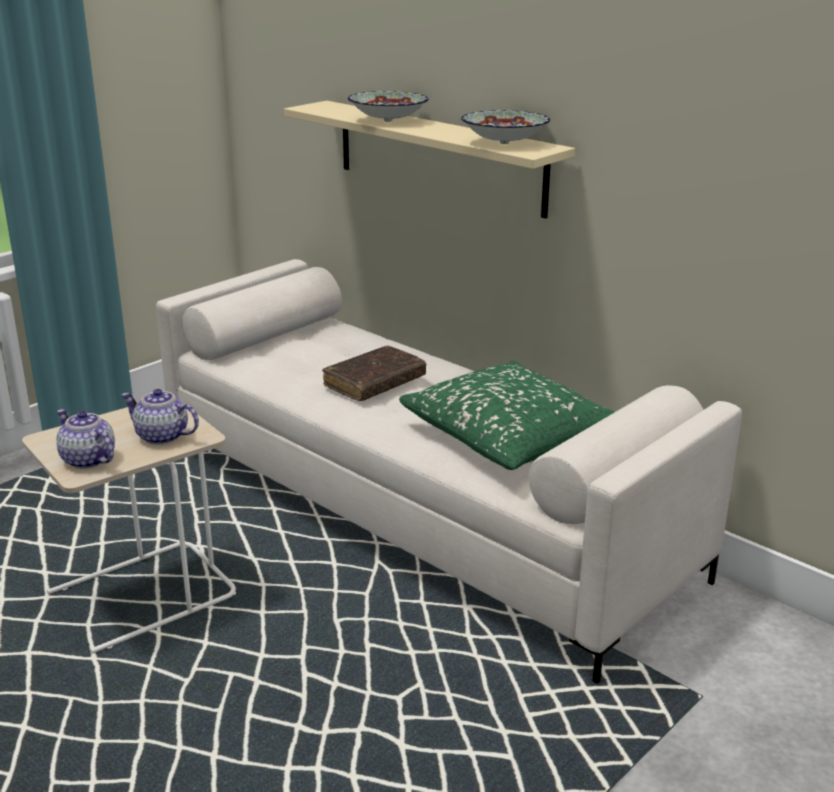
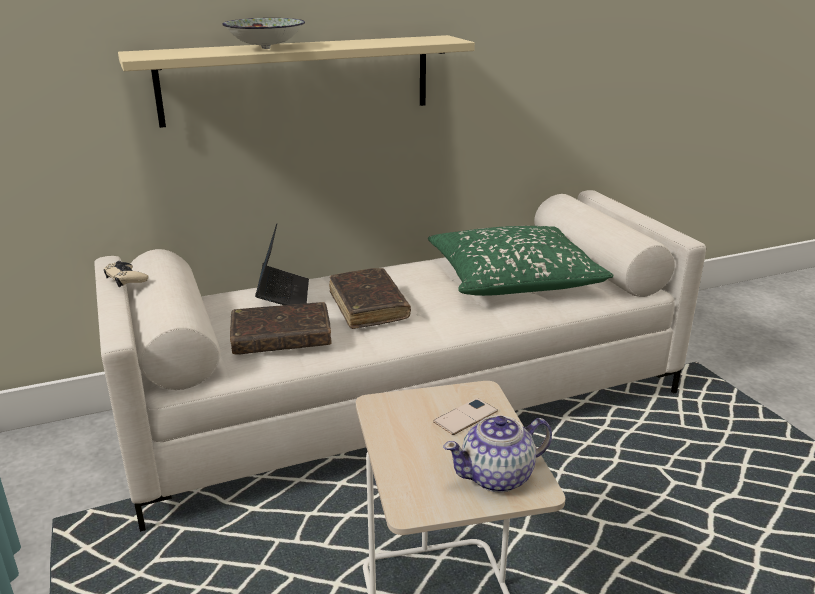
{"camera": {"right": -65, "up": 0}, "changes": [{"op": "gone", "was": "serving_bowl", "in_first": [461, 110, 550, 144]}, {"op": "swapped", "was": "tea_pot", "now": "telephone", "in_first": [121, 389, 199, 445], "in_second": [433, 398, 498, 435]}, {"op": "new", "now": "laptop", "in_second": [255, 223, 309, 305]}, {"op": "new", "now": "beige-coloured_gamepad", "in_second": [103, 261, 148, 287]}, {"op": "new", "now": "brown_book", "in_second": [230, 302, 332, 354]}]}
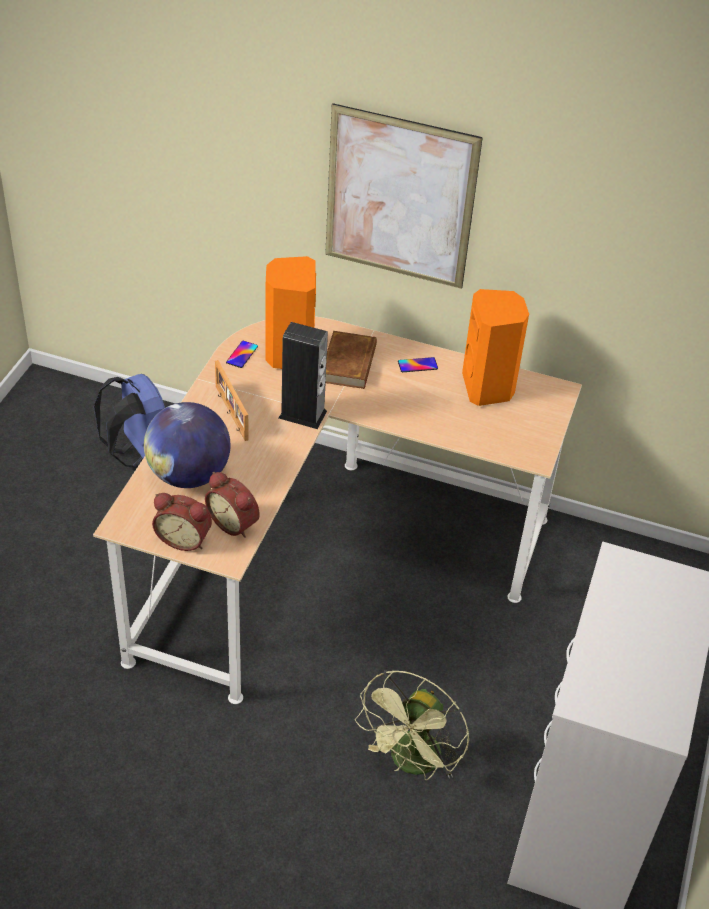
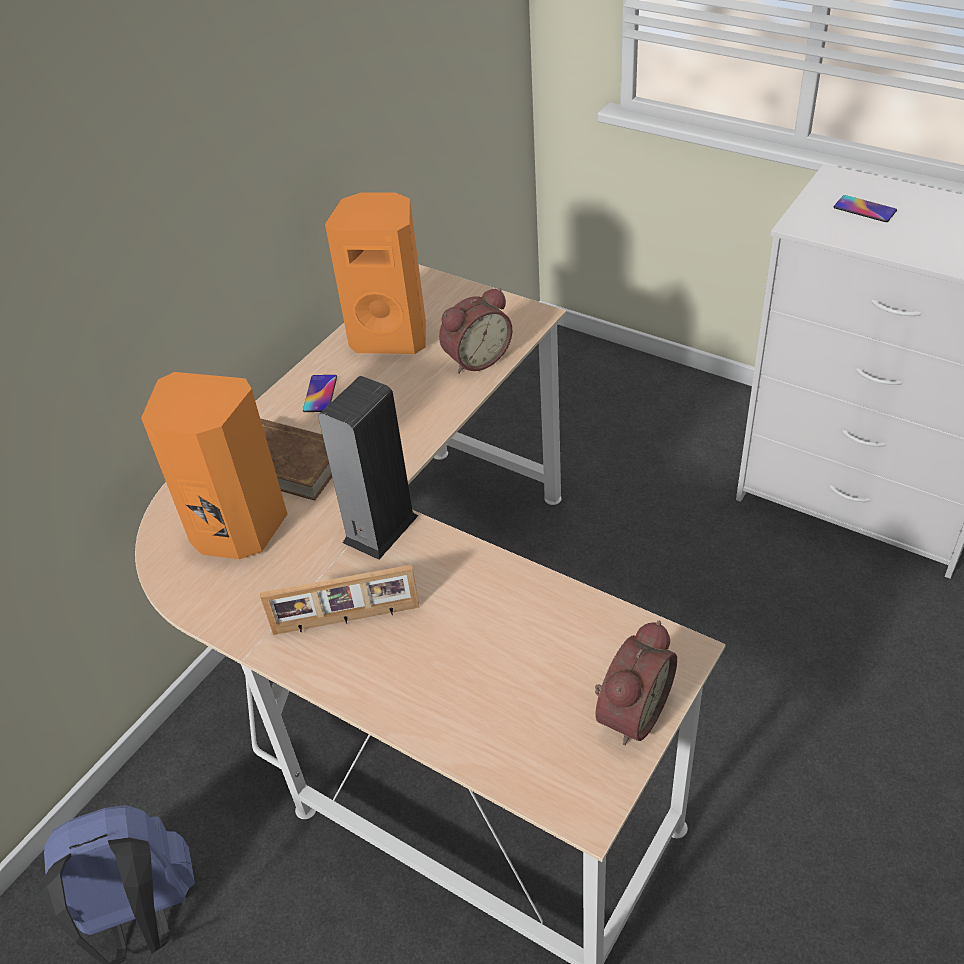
{"camera": {"right": -70, "up": 0}, "changes": [{"op": "gone", "was": "wall_art", "in_first": [325, 103, 483, 289]}, {"op": "shifted", "was": "telephone", "in_first": [226, 341, 258, 368], "in_second": [834, 195, 897, 222]}, {"op": "gone", "was": "globe", "in_first": [144, 402, 231, 488]}, {"op": "shifted", "was": "alarm_clock", "in_first": [205, 472, 260, 538], "in_second": [439, 288, 512, 374]}, {"op": "gone", "was": "green_electric_fan", "in_first": [355, 670, 470, 780]}]}
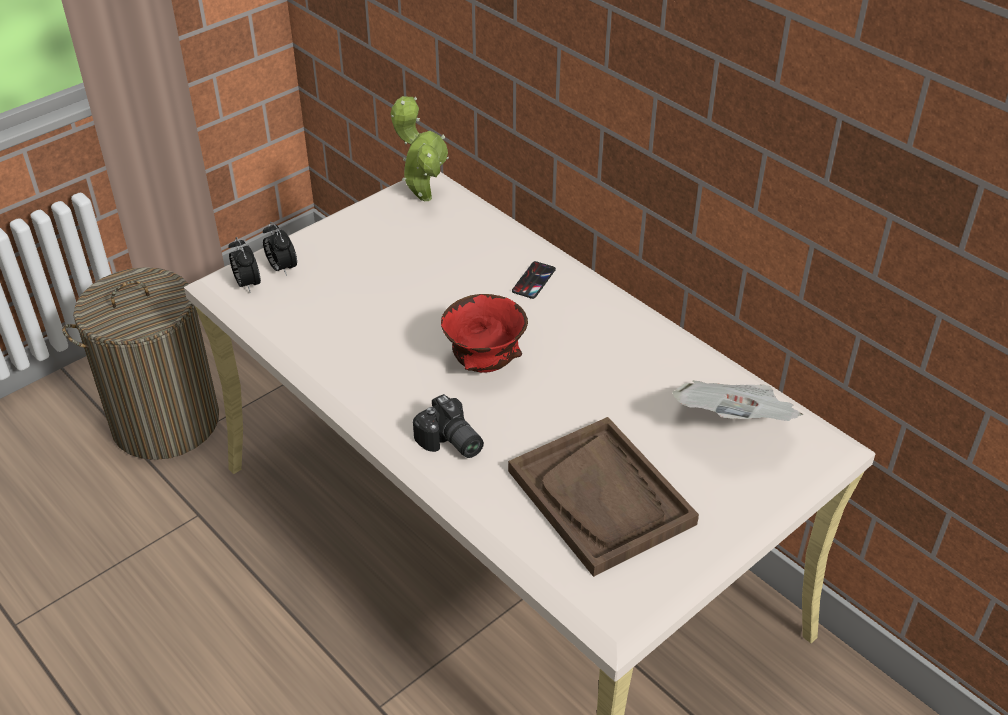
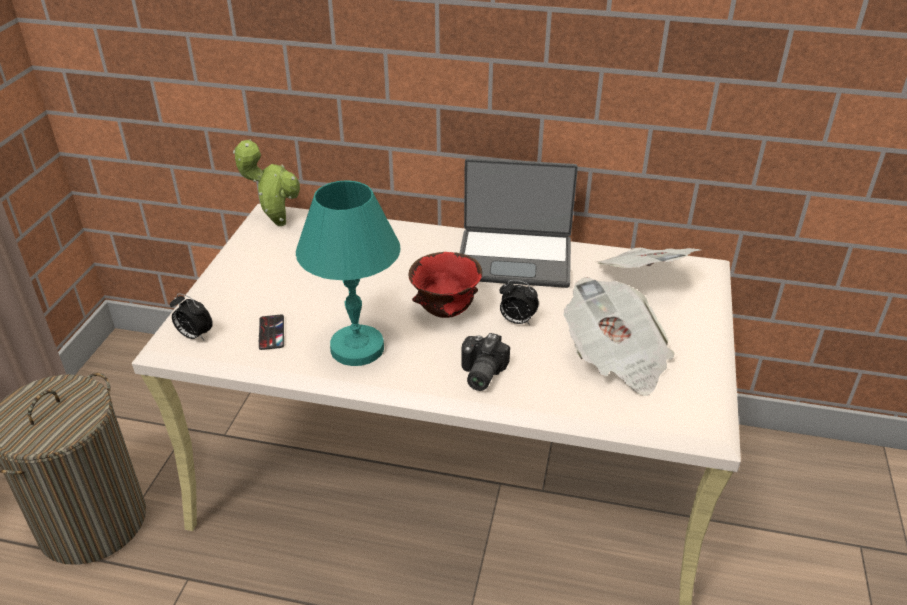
{"camera": {"right": -35, "up": -5}, "changes": [{"op": "shifted", "was": "alarm_clock", "in_first": [263, 222, 297, 276], "in_second": [500, 280, 539, 325]}, {"op": "shifted", "was": "telephone", "in_first": [512, 261, 556, 299], "in_second": [259, 315, 284, 350]}, {"op": "rotated", "was": "photo_camera", "in_first": [413, 394, 484, 458], "in_second": [461, 333, 510, 391], "clockwise": 90}, {"op": "swapped", "was": "brown_serving_tray", "now": "newspaper", "in_first": [508, 417, 699, 577], "in_second": [564, 277, 675, 396]}, {"op": "new", "now": "laptop", "in_second": [460, 158, 578, 288]}, {"op": "new", "now": "blue-green_table_lamp", "in_second": [296, 181, 400, 366]}]}
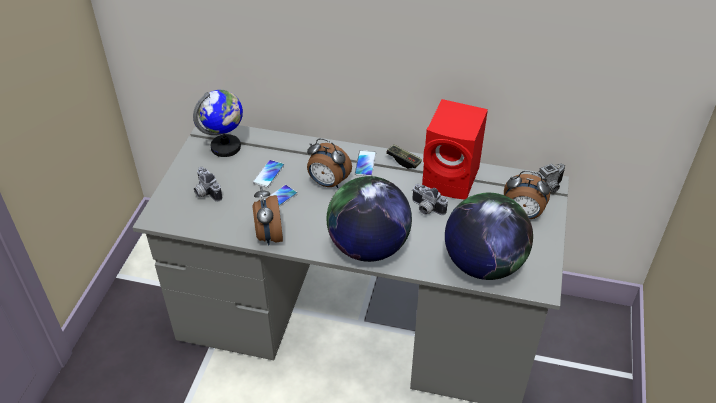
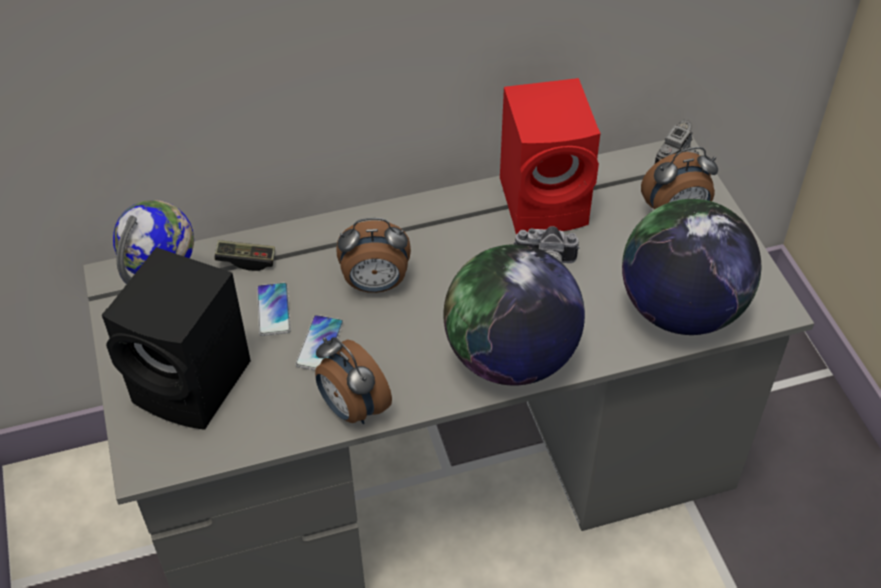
{"camera": {"right": -30, "up": 5}, "changes": [{"op": "shifted", "was": "gamepad", "in_first": [386, 144, 422, 168], "in_second": [214, 240, 275, 271]}, {"op": "gone", "was": "telephone", "in_first": [355, 150, 376, 176]}, {"op": "swapped", "was": "photo_camera", "now": "black-coloured_loudspeaker", "in_first": [194, 167, 222, 202], "in_second": [102, 247, 251, 430]}]}
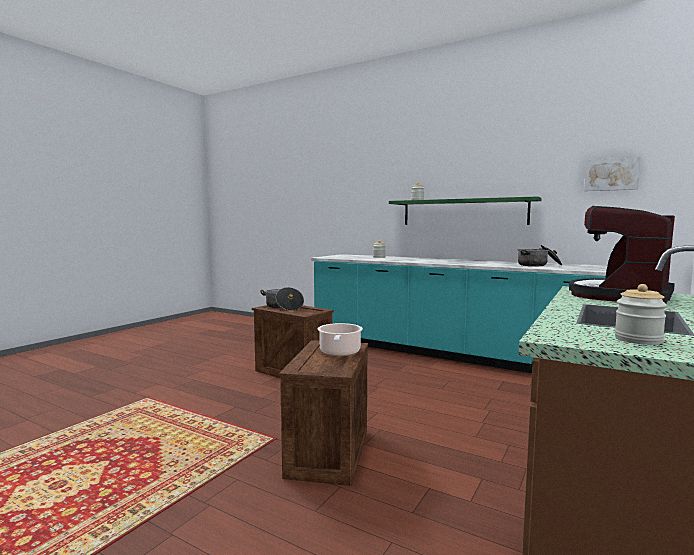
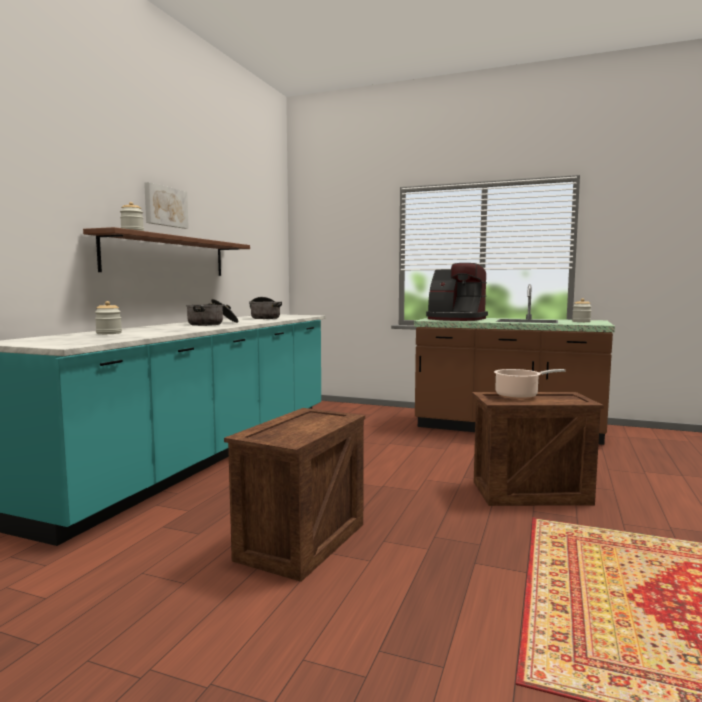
{"camera": {"right": -100, "up": 0}, "changes": [{"op": "shifted", "was": "wall_art", "in_first": [584, 157, 641, 191], "in_second": [144, 182, 189, 229]}, {"op": "repainted", "was": "green_wall_shelf", "now": "brown_wall_shelf", "in_first": [389, 196, 542, 225], "in_second": [83, 227, 250, 276]}, {"op": "shifted", "was": "stockpot", "in_first": [260, 287, 304, 311], "in_second": [186, 299, 238, 326]}]}
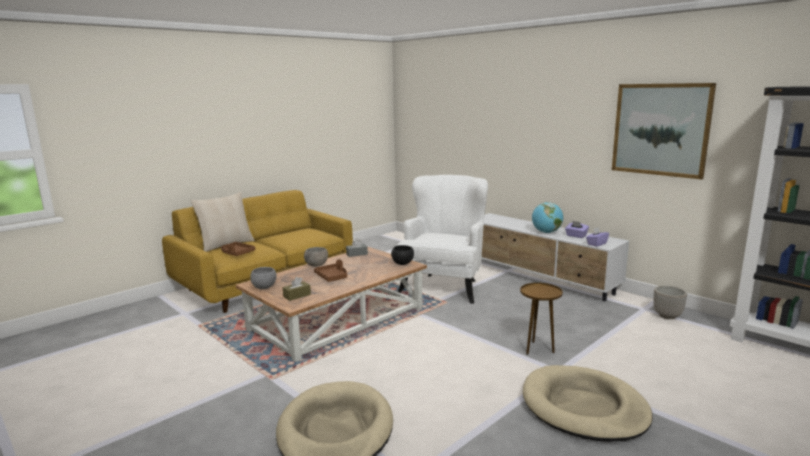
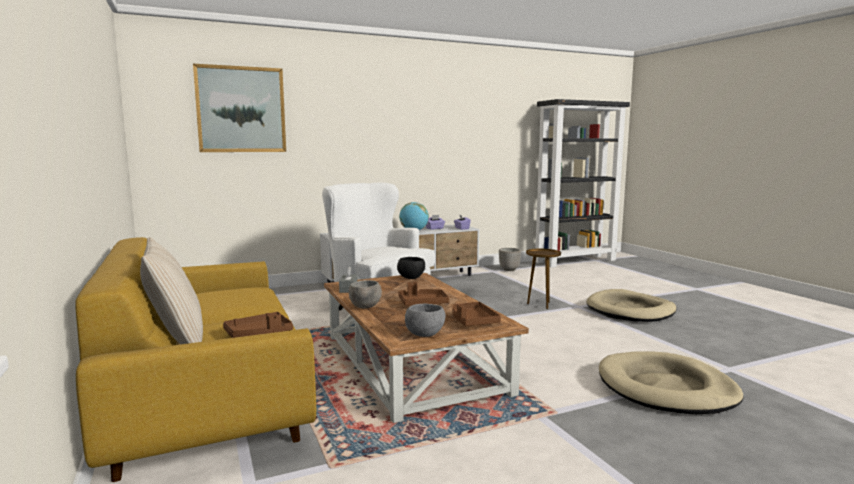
{"camera": {"right": -70, "up": -5}, "changes": [{"op": "shifted", "was": "wall_art", "in_first": [612, 83, 716, 179], "in_second": [193, 64, 286, 152]}, {"op": "swapped", "was": "brown_tissue_holder", "now": "brown_serving_tray", "in_first": [283, 277, 311, 301], "in_second": [452, 302, 501, 326]}]}
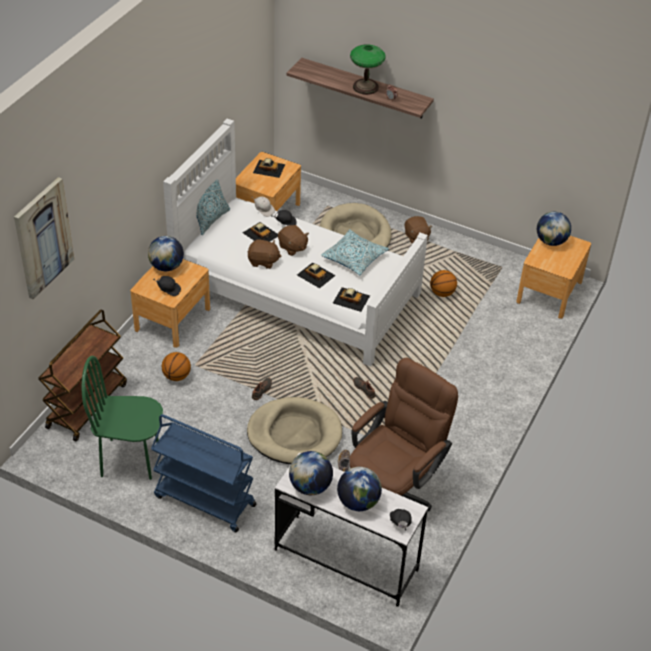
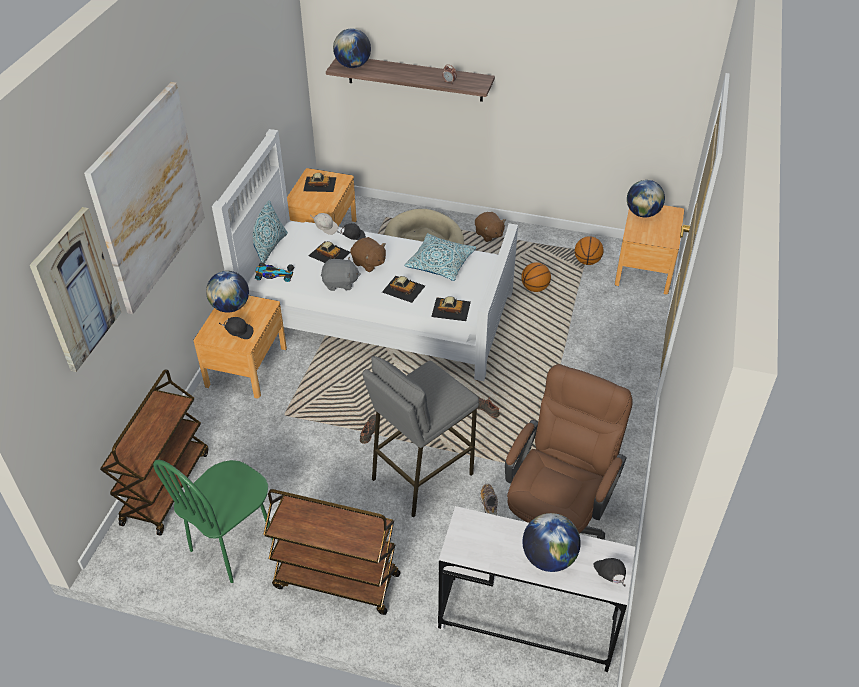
{"camera": {"right": -10, "up": 0}, "changes": [{"op": "gone", "was": "table_lamp", "in_first": [350, 44, 386, 95]}, {"op": "repainted", "was": "brown_cuddly_toy", "now": "grey_cuddly_toy", "in_first": [248, 239, 281, 269], "in_second": [321, 257, 361, 291]}, {"op": "shifted", "was": "basketball", "in_first": [162, 352, 191, 381], "in_second": [575, 236, 603, 265]}, {"op": "rotated", "was": "green_plain_chair", "in_first": [82, 356, 163, 480], "in_second": [153, 459, 273, 583], "clockwise": -45}, {"op": "swapped", "was": "beige-coloured_pet_bed", "now": "grey_stool", "in_first": [247, 397, 342, 464], "in_second": [362, 356, 479, 517]}, {"op": "repainted", "was": "blue-coloured_trolley", "now": "brown_trolley", "in_first": [151, 414, 256, 532], "in_second": [263, 489, 401, 615]}, {"op": "shifted", "was": "globe", "in_first": [289, 451, 333, 495], "in_second": [333, 28, 371, 68]}, {"op": "new", "now": "wall_art", "in_second": [84, 82, 205, 314]}, {"op": "new", "now": "model_car", "in_second": [255, 262, 294, 282]}]}
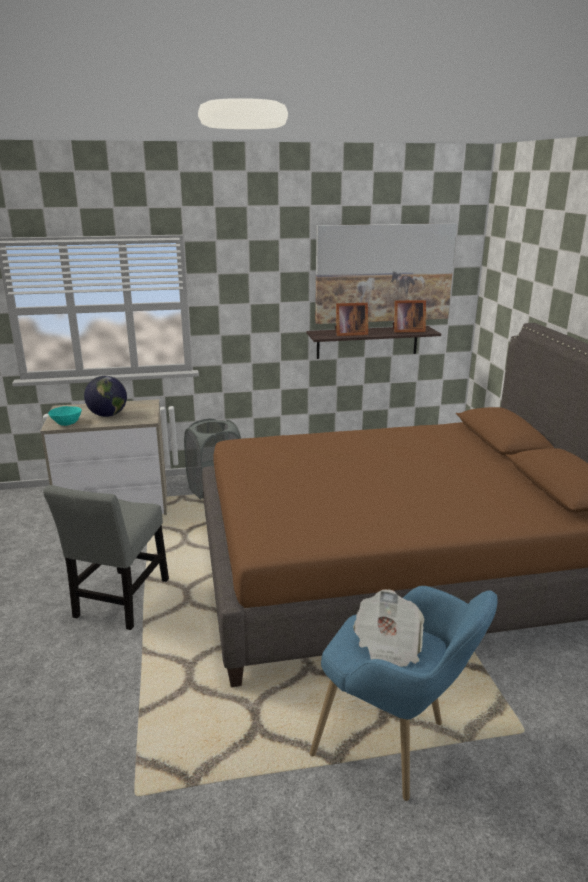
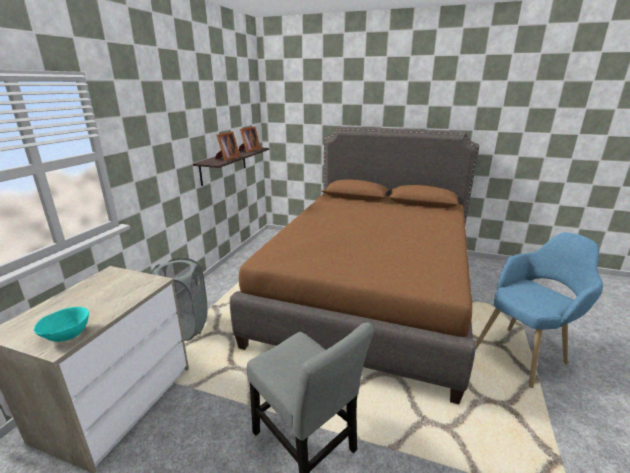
{"camera": {"right": -60, "up": 0}, "changes": [{"op": "gone", "was": "wall_art", "in_first": [315, 223, 457, 324]}, {"op": "gone", "was": "globe", "in_first": [84, 376, 127, 417]}, {"op": "gone", "was": "newspaper", "in_first": [353, 589, 424, 667]}]}
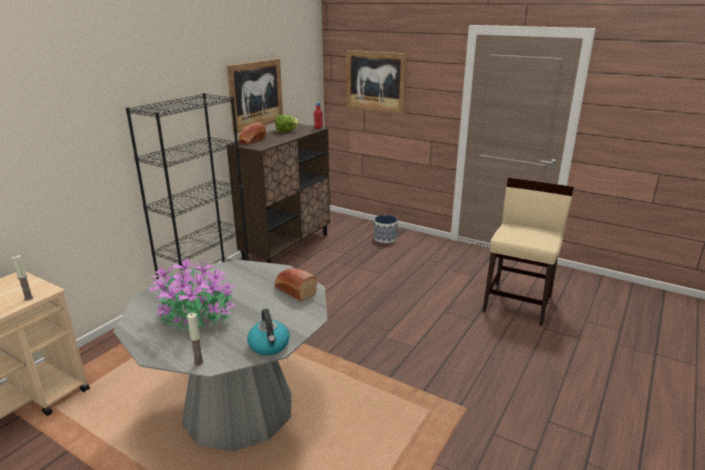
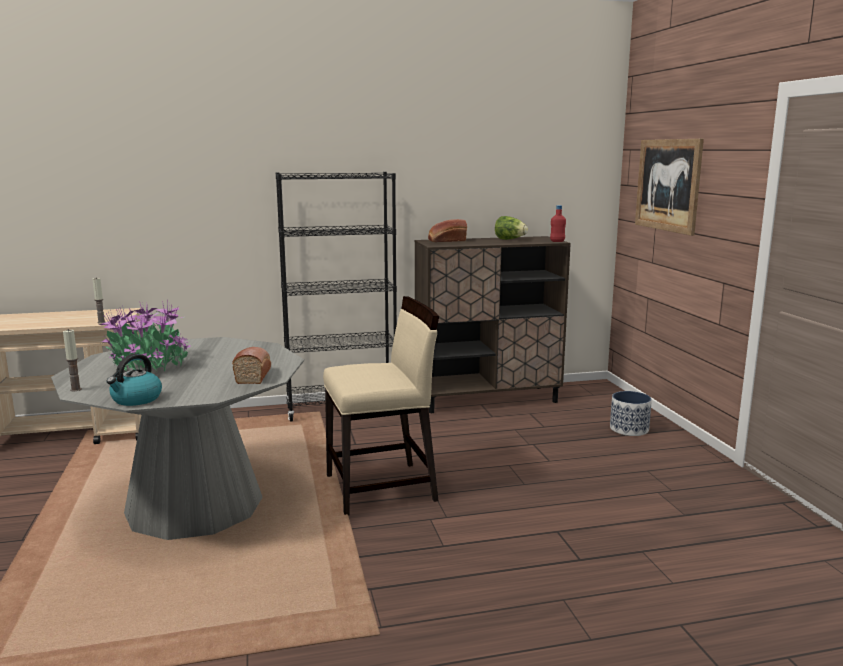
{"camera": {"right": 45, "up": -10}, "changes": [{"op": "gone", "was": "wall_art", "in_first": [227, 58, 283, 134]}, {"op": "shifted", "was": "beige-coloured_plain_chair", "in_first": [483, 178, 574, 326], "in_second": [323, 296, 439, 516]}]}
